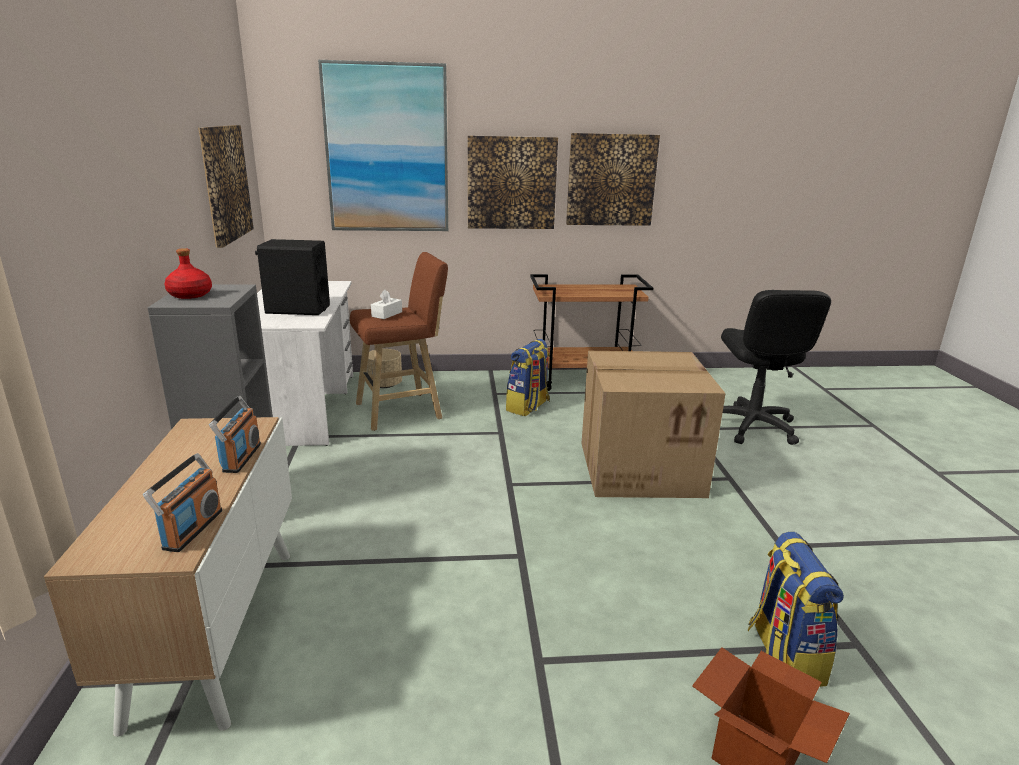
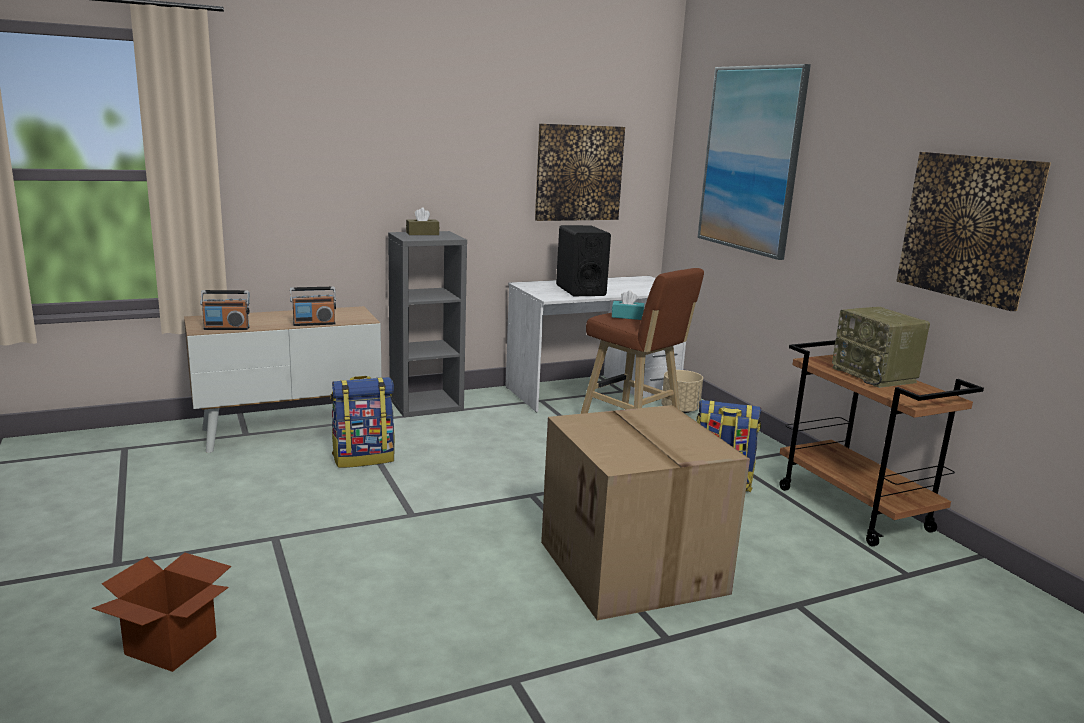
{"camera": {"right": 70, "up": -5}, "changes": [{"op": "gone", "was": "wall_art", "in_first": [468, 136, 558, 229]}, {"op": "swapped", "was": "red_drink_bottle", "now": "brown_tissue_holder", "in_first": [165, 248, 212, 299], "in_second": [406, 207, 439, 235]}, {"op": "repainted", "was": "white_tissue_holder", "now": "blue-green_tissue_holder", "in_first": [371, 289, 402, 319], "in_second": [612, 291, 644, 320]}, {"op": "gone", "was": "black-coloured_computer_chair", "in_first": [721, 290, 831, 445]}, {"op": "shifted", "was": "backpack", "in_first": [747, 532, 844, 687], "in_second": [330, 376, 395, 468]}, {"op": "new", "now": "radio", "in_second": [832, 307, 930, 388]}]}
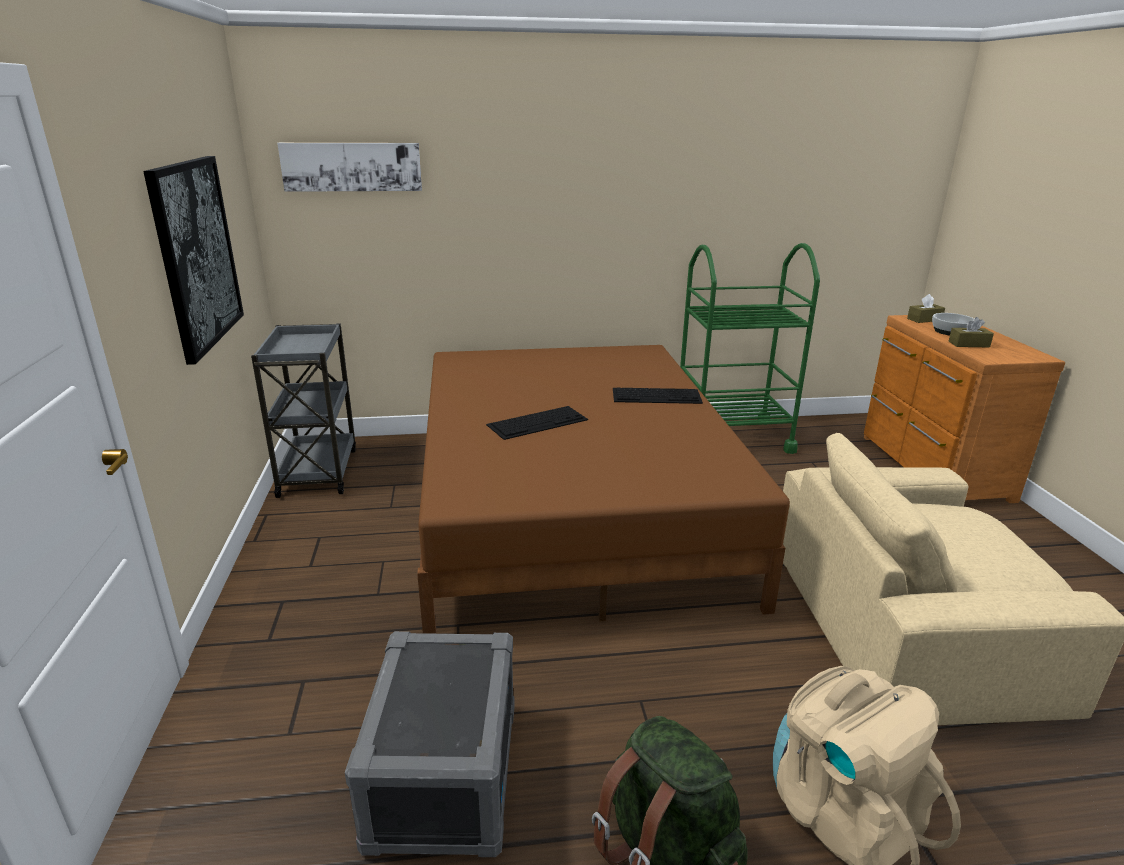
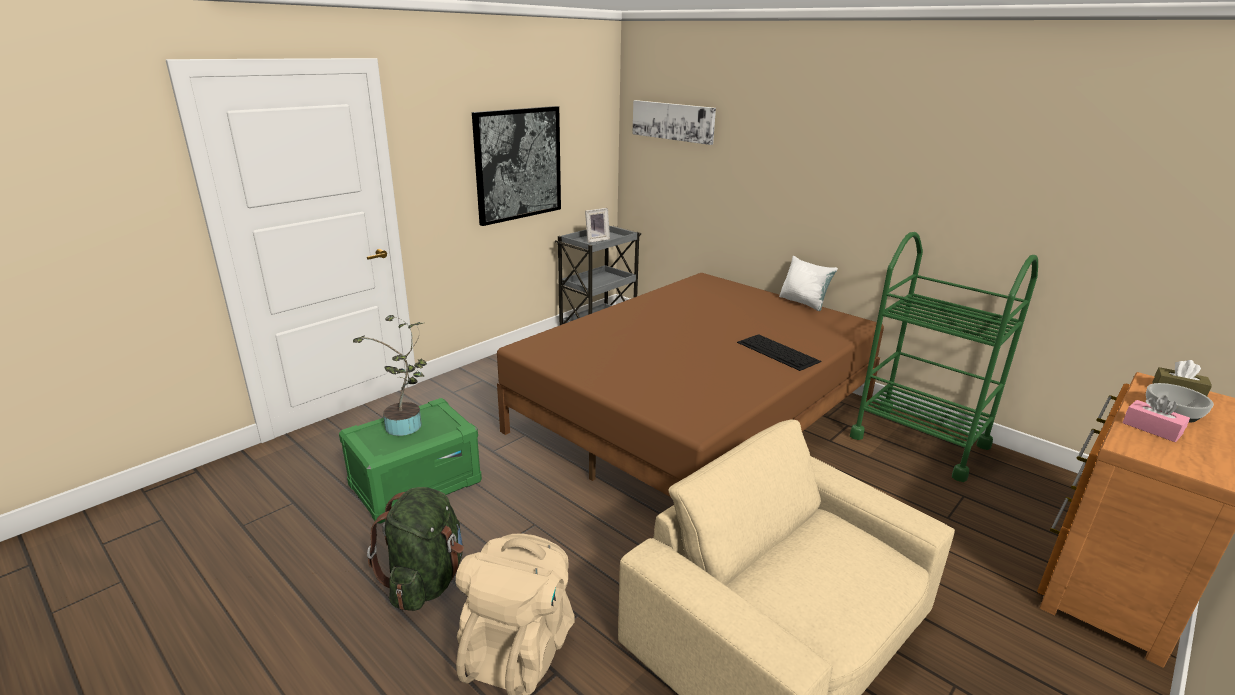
{"camera": {"right": 50, "up": 0}, "changes": [{"op": "repainted", "was": "brown_tissue_holder", "now": "pink-coloured_tissue_holder", "in_first": [949, 317, 994, 347], "in_second": [1122, 395, 1190, 442]}, {"op": "gone", "was": "PC_keyboard", "in_first": [486, 406, 588, 440]}, {"op": "repainted", "was": "grey_storage_container", "now": "green_storage_container", "in_first": [345, 631, 515, 857], "in_second": [339, 398, 482, 524]}, {"op": "new", "now": "picture_frame", "in_second": [585, 208, 610, 243]}, {"op": "new", "now": "white_pillow", "in_second": [779, 256, 838, 311]}, {"op": "new", "now": "potted_plant", "in_second": [353, 315, 427, 436]}]}
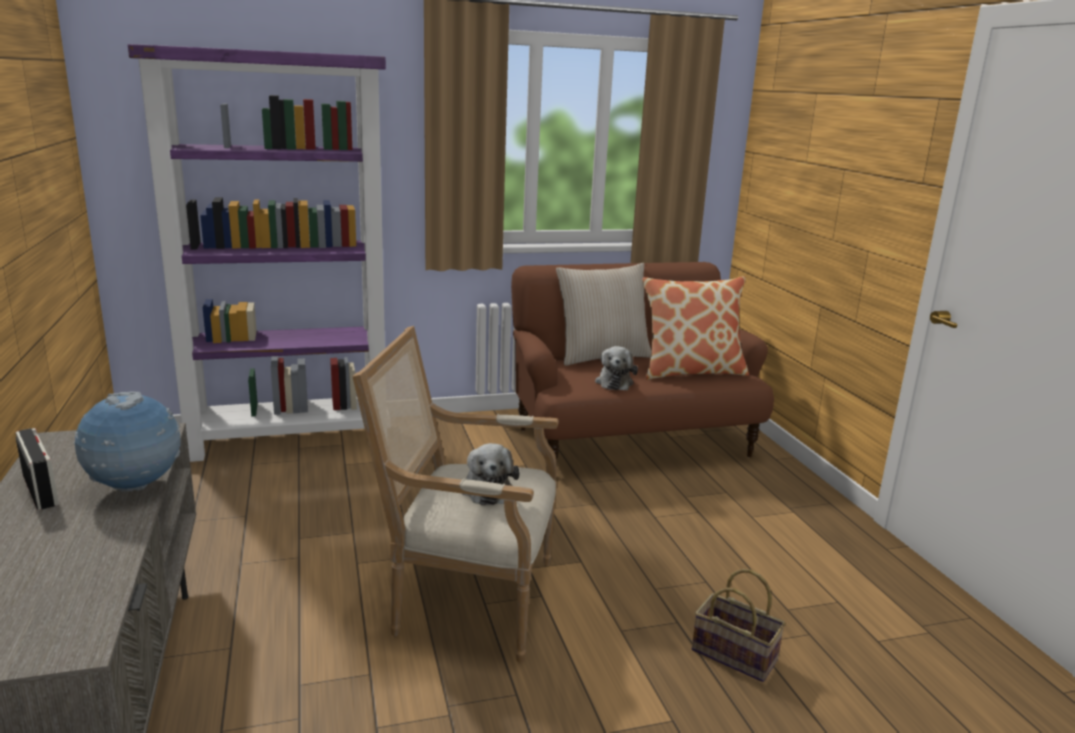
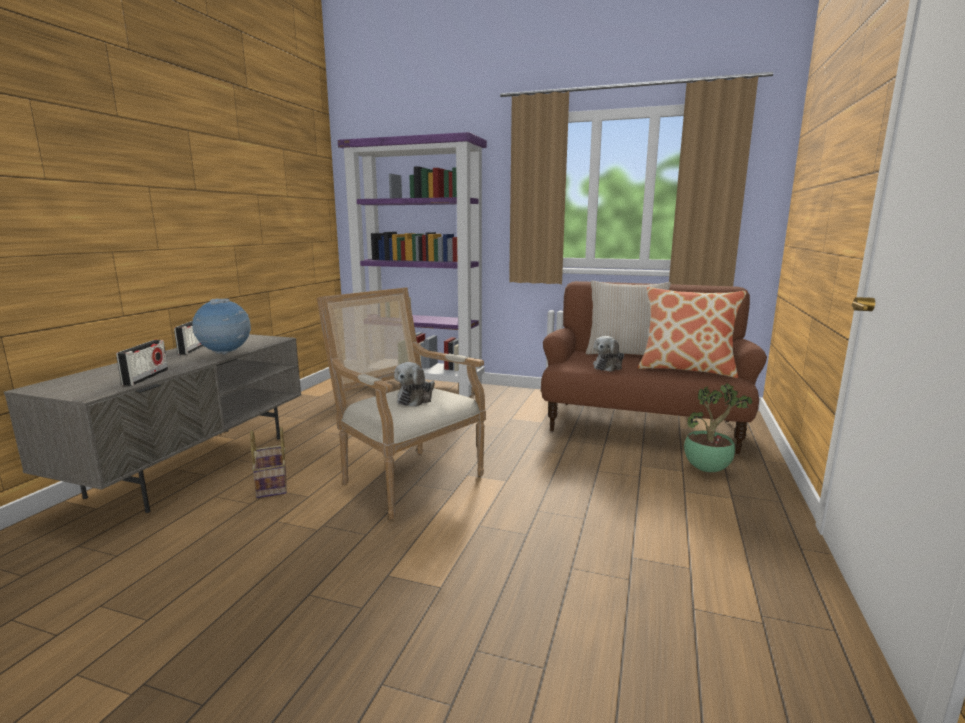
{"camera": {"right": 35, "up": -5}, "changes": [{"op": "shifted", "was": "basket", "in_first": [692, 569, 786, 682], "in_second": [250, 427, 287, 498]}, {"op": "new", "now": "radio", "in_second": [116, 340, 168, 386]}, {"op": "new", "now": "potted_plant", "in_second": [684, 383, 752, 472]}]}
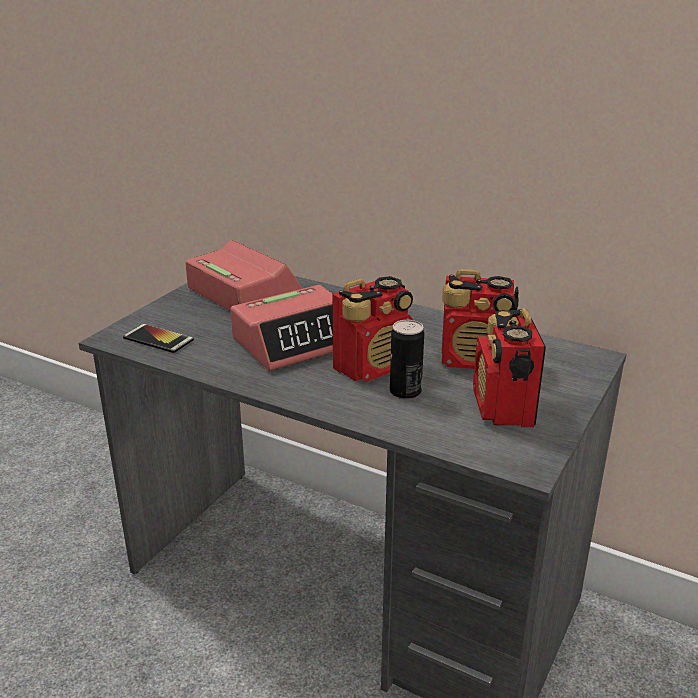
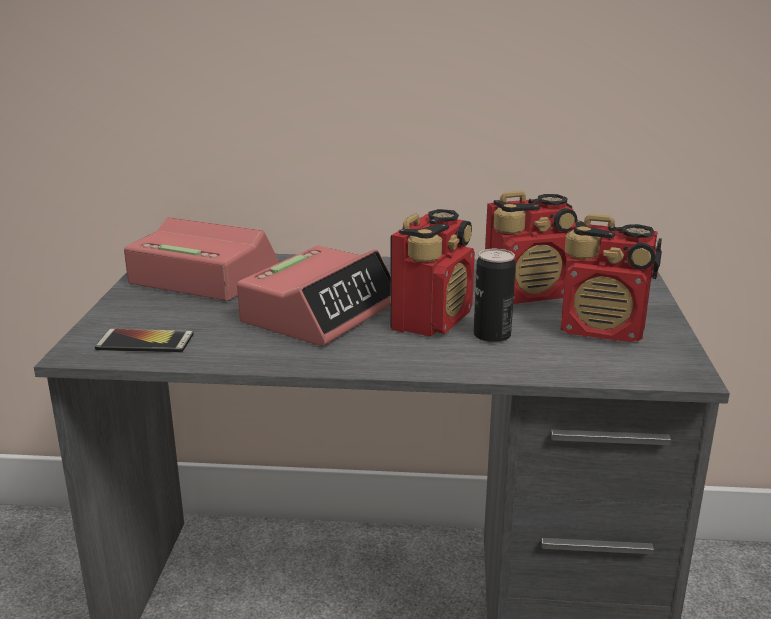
{"camera": {"right": -25, "up": -5}, "changes": [{"op": "rotated", "was": "radio", "in_first": [473, 308, 546, 427], "in_second": [561, 214, 662, 342], "clockwise": -45}]}
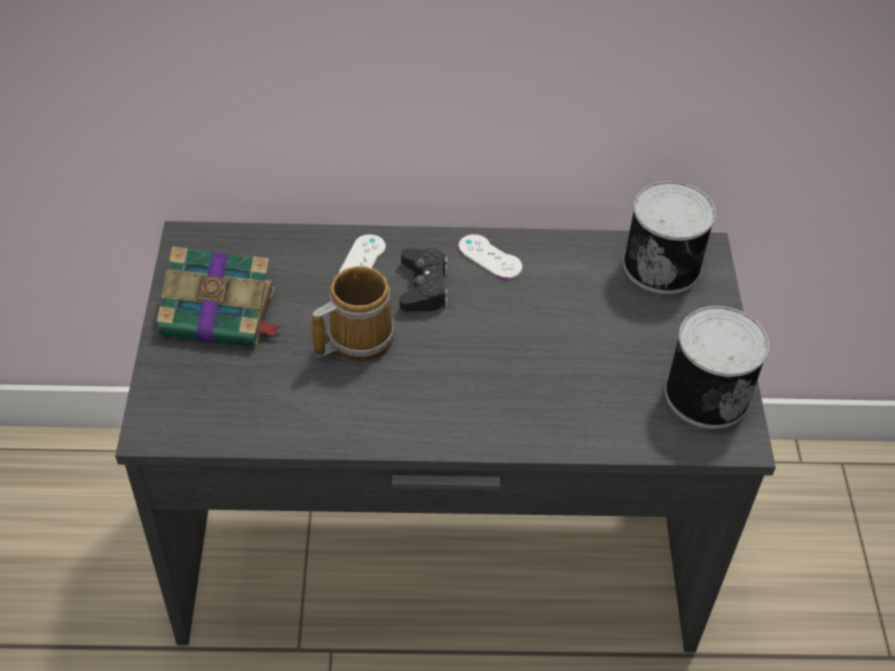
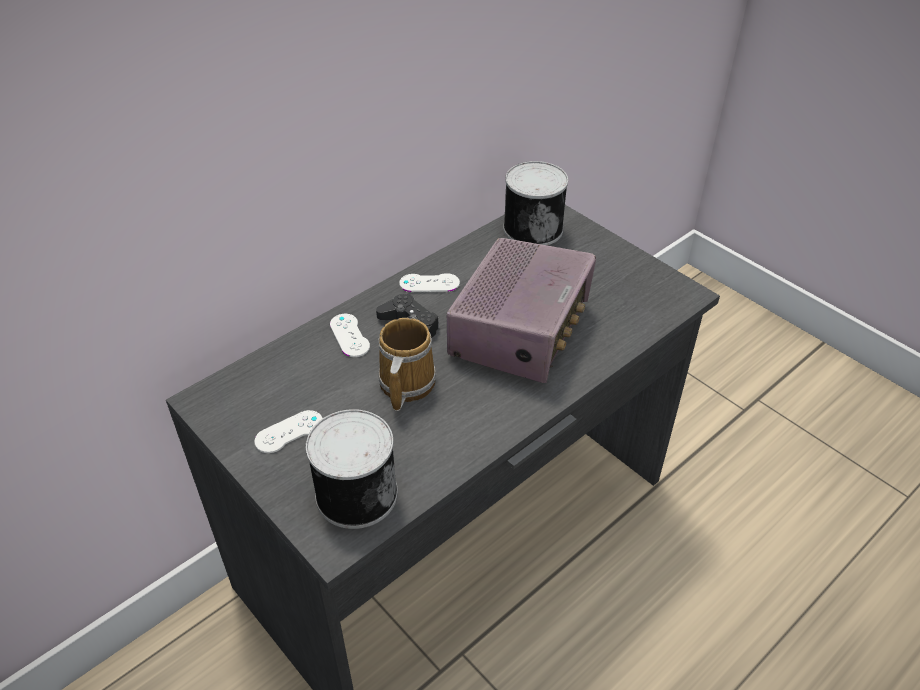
{"camera": {"right": -40, "up": -5}, "changes": [{"op": "swapped", "was": "book", "now": "white_gamepad", "in_first": [157, 246, 281, 347], "in_second": [254, 410, 323, 453]}, {"op": "shifted", "was": "can", "in_first": [665, 306, 769, 429], "in_second": [306, 409, 398, 529]}, {"op": "new", "now": "radio", "in_second": [447, 238, 596, 383]}]}
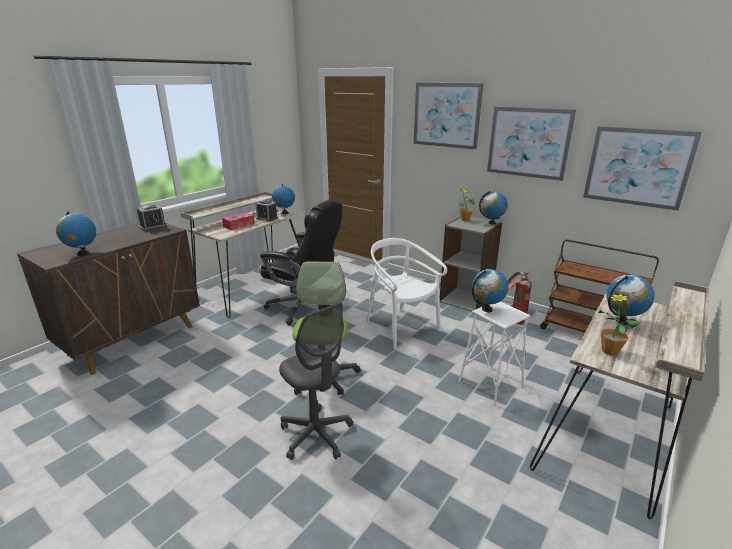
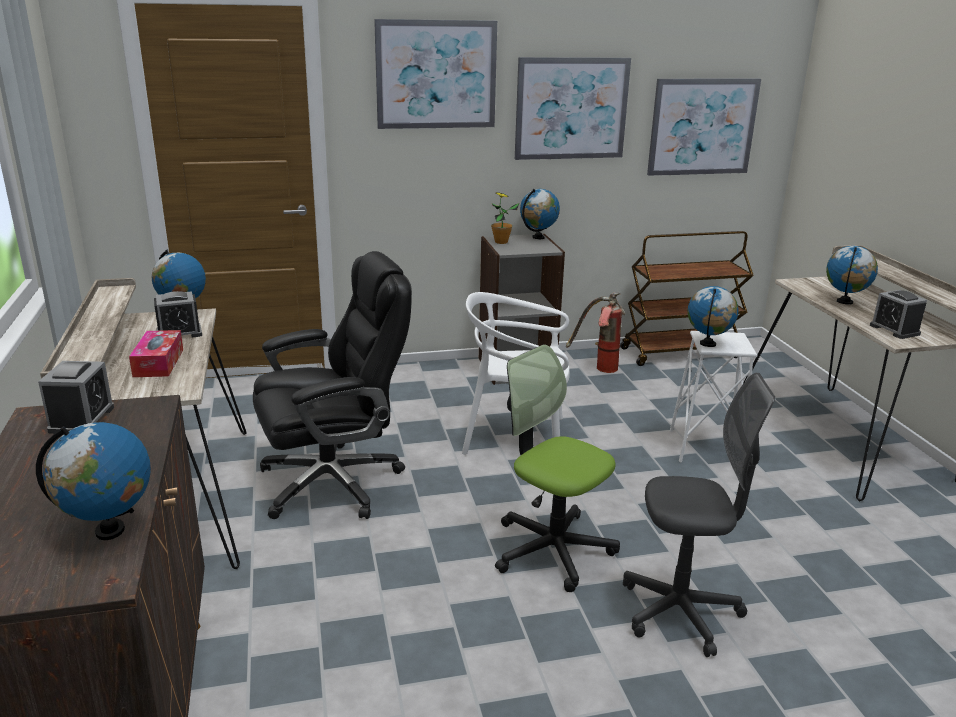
{"camera": {"right": -50, "up": 0}, "changes": [{"op": "swapped", "was": "potted_plant", "now": "alarm_clock", "in_first": [598, 293, 641, 356], "in_second": [870, 290, 927, 339]}]}
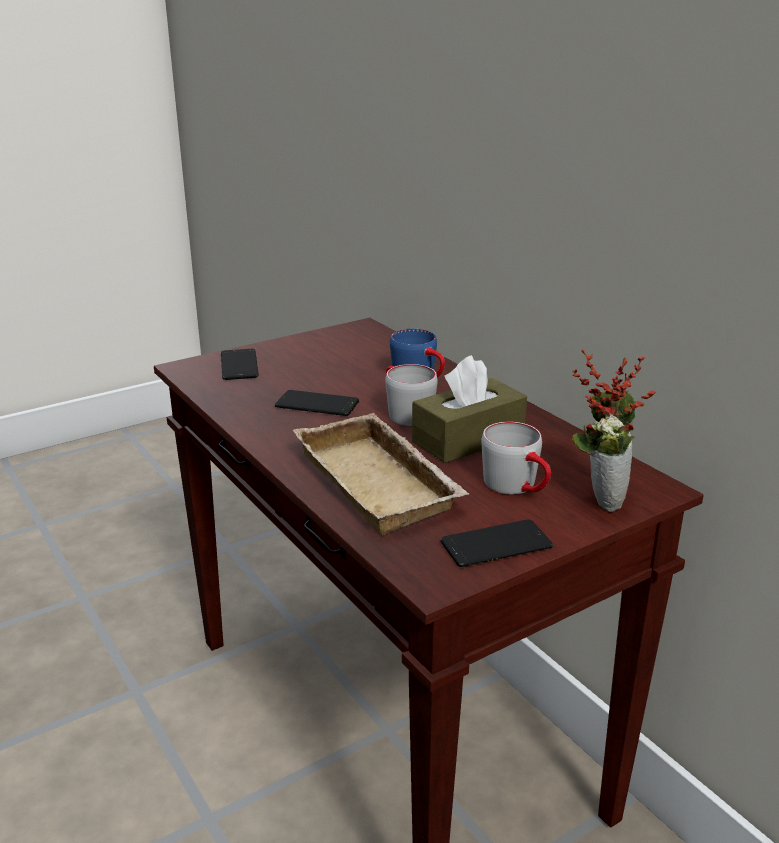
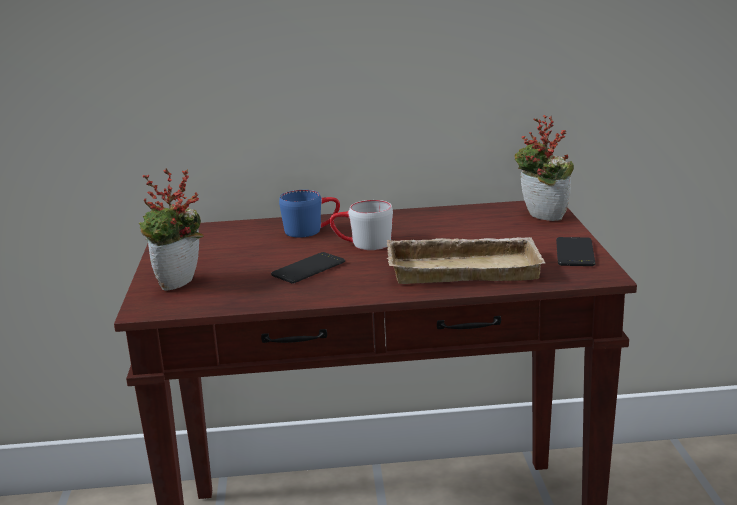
{"camera": {"right": -60, "up": -5}, "changes": [{"op": "swapped", "was": "telephone", "now": "potted_plant", "in_first": [221, 349, 259, 380], "in_second": [139, 168, 204, 291]}, {"op": "gone", "was": "brown_tissue_holder", "in_first": [412, 355, 527, 463]}, {"op": "gone", "was": "grey_tea_mug", "in_first": [481, 422, 551, 494]}]}
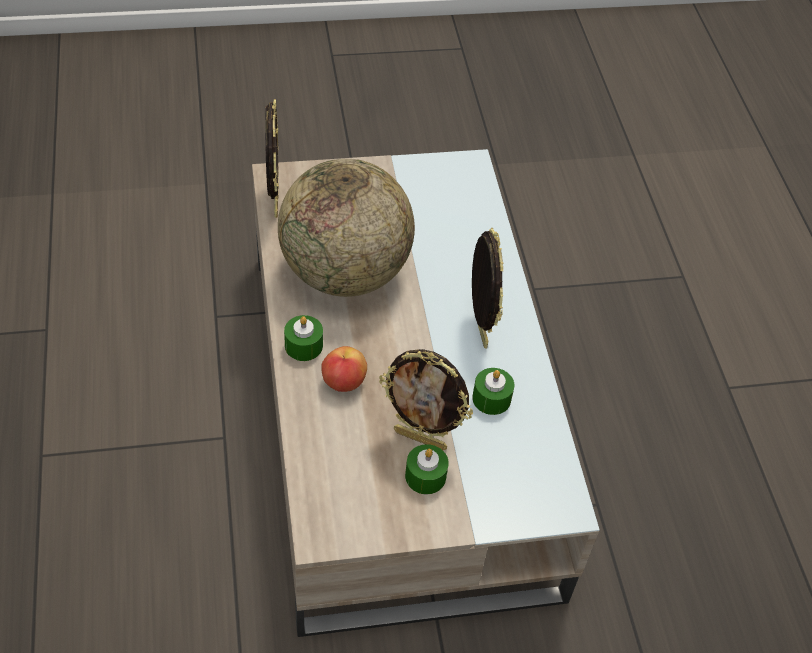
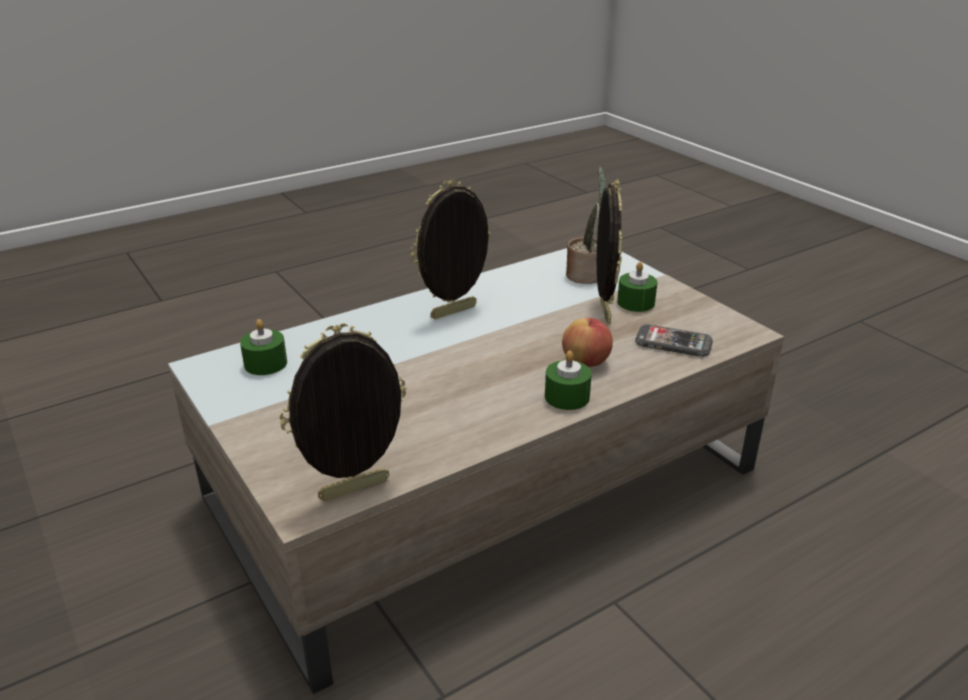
{"camera": {"right": -110, "up": -20}, "changes": [{"op": "gone", "was": "globe", "in_first": [278, 159, 415, 297]}, {"op": "shifted", "was": "green_wax_candle", "in_first": [472, 368, 514, 415], "in_second": [240, 319, 287, 375]}, {"op": "new", "now": "potted_plant", "in_second": [566, 166, 606, 284]}, {"op": "new", "now": "telephone", "in_second": [635, 324, 713, 357]}]}
